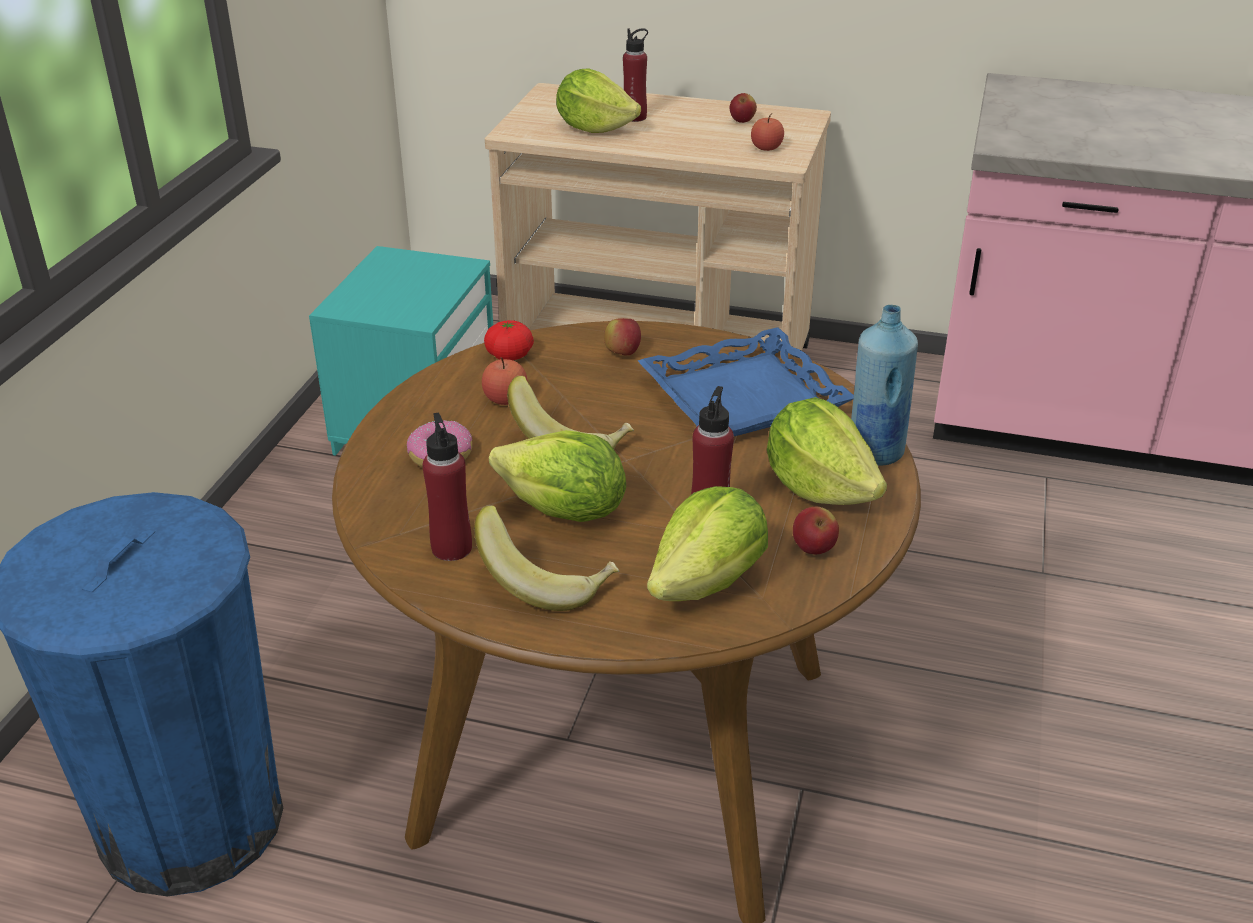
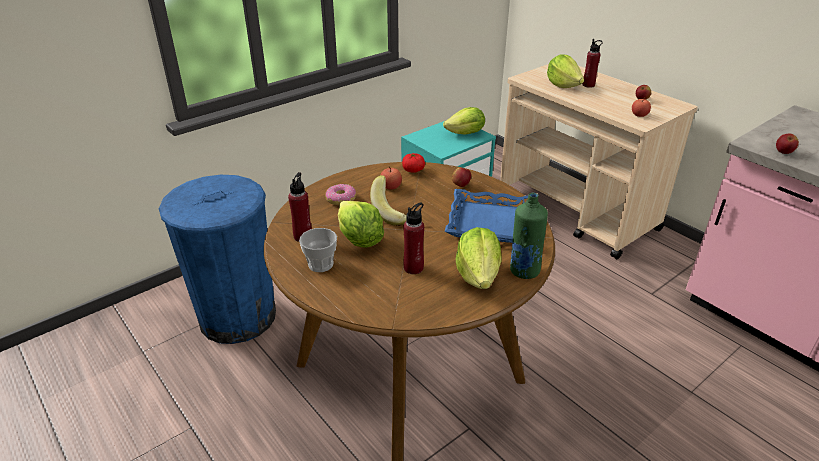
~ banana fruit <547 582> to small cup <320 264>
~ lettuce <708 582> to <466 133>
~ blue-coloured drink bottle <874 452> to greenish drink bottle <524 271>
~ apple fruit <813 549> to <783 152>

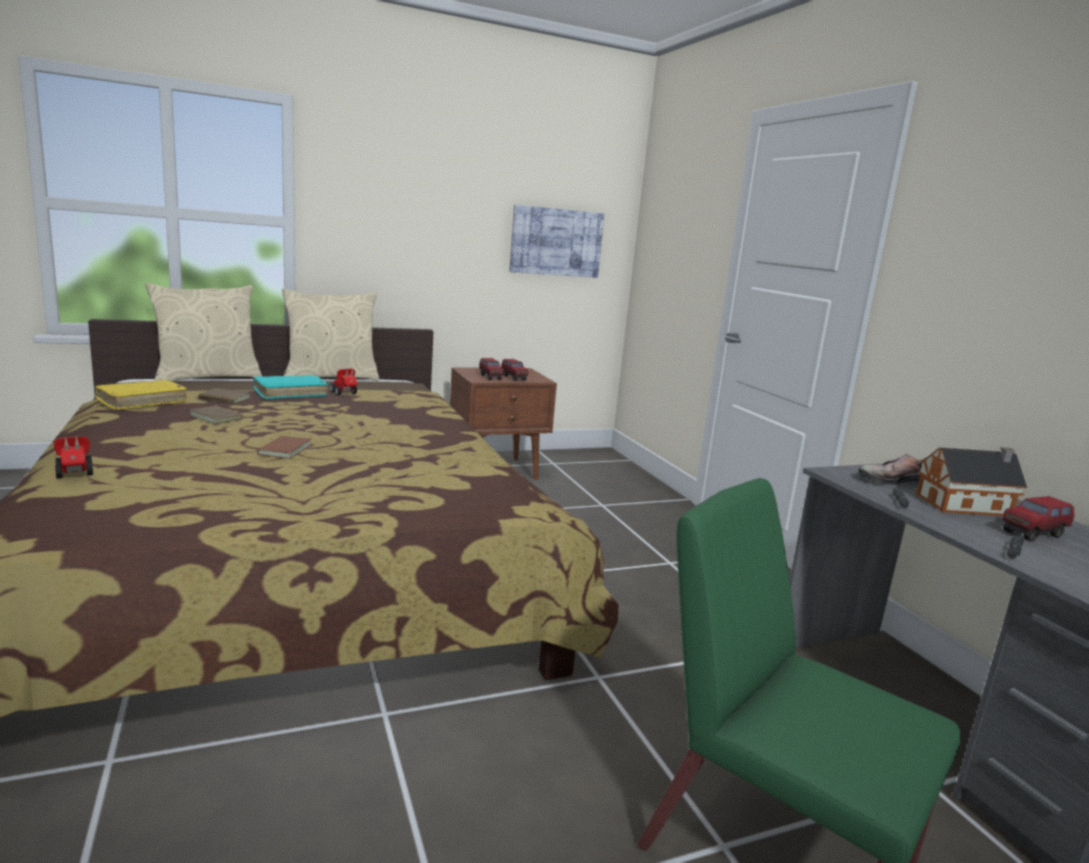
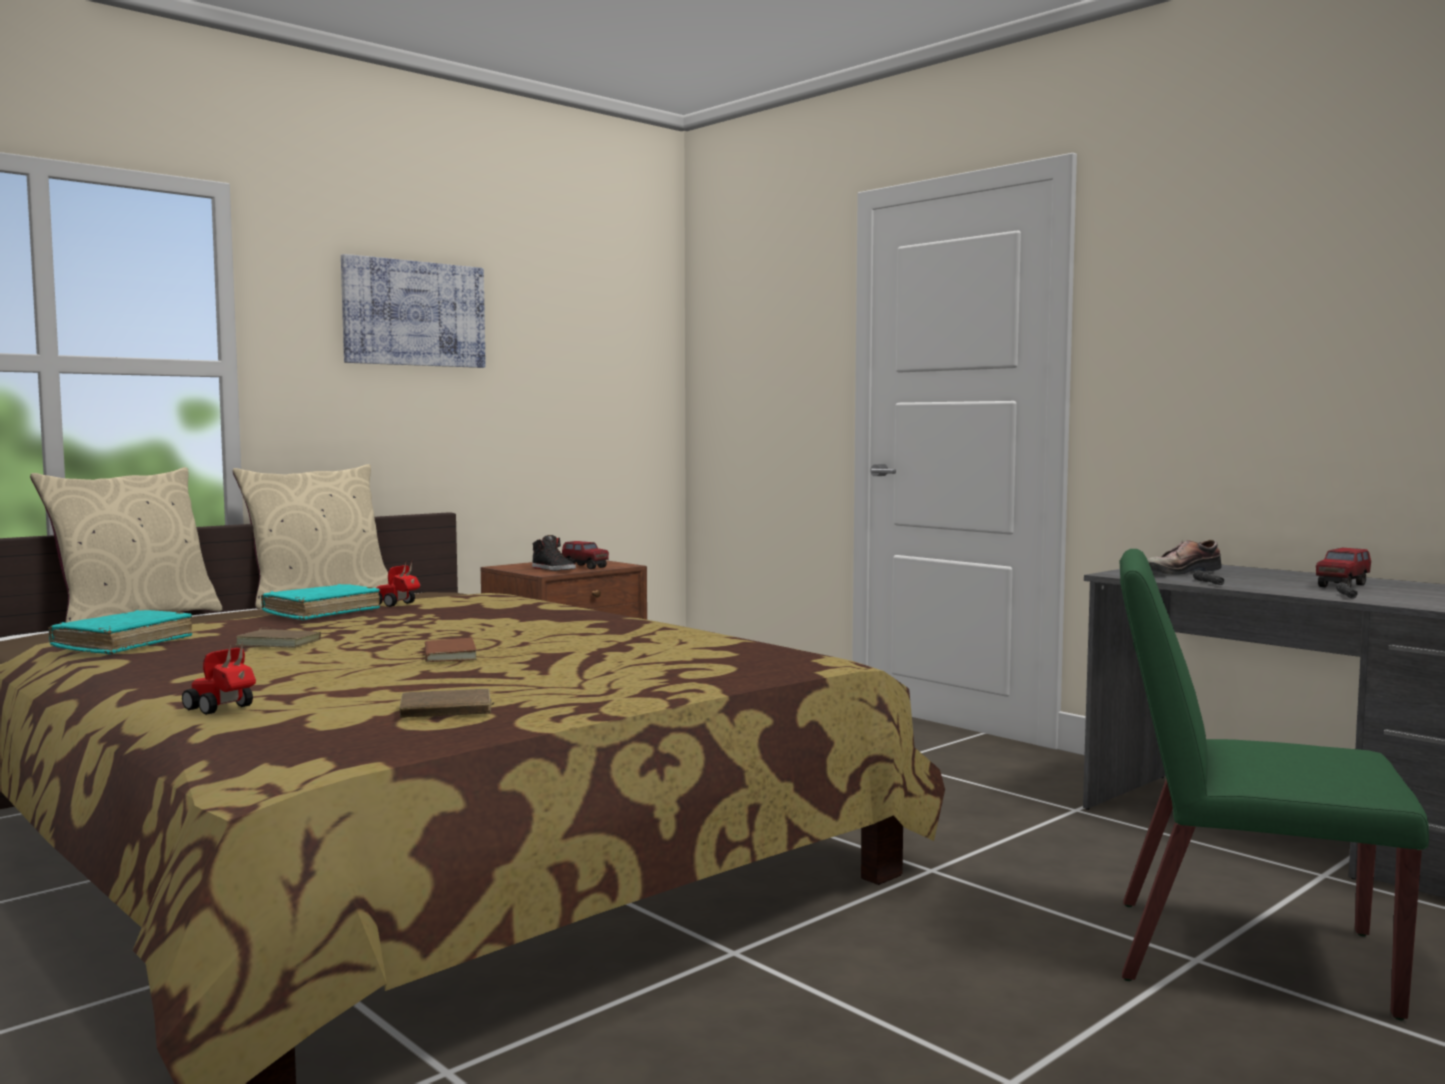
~ yellow volume <142 402> to blue-green volume <123 644>
~ wall art <556 242> to <414 313>
~ brown-coloured volume <223 399> to <446 711>
~ toy truck <490 377> to black-coloured low shoe <554 569>
- model house <966 505>

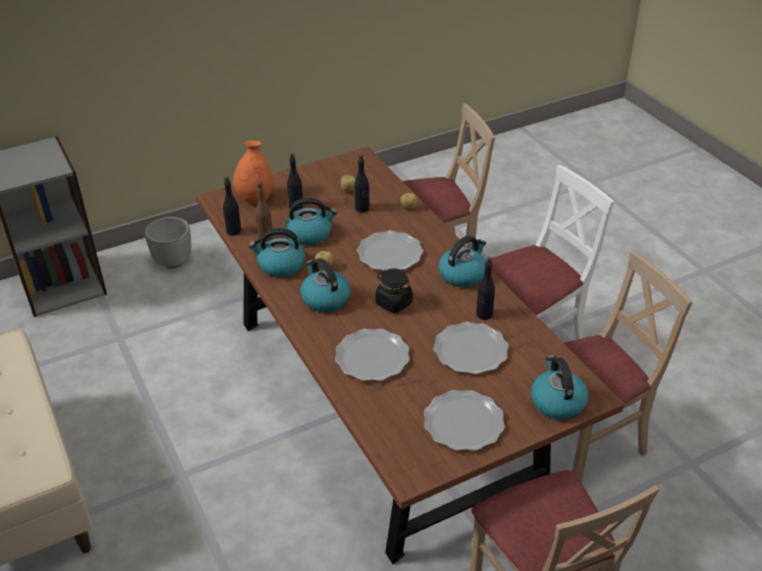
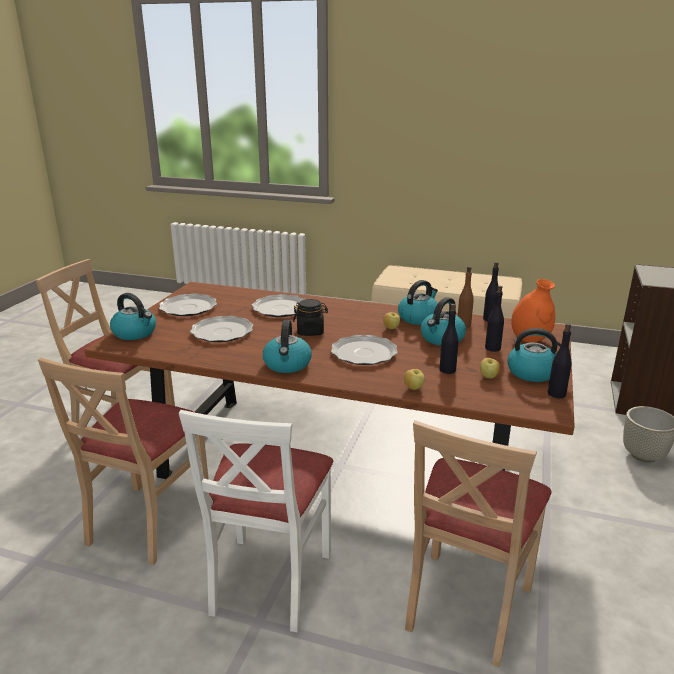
~ water kettle <325 298> to <533 372>
~ black-coloured drink bottle <484 314> to <556 394>

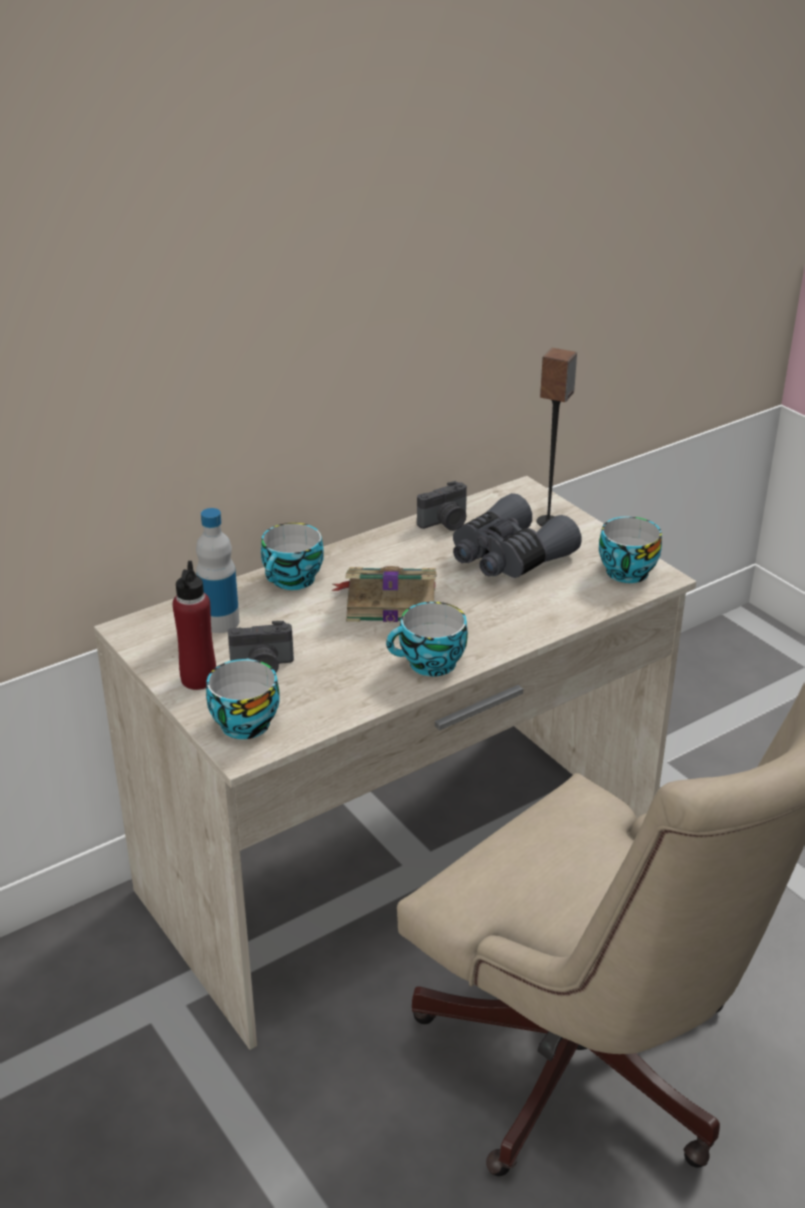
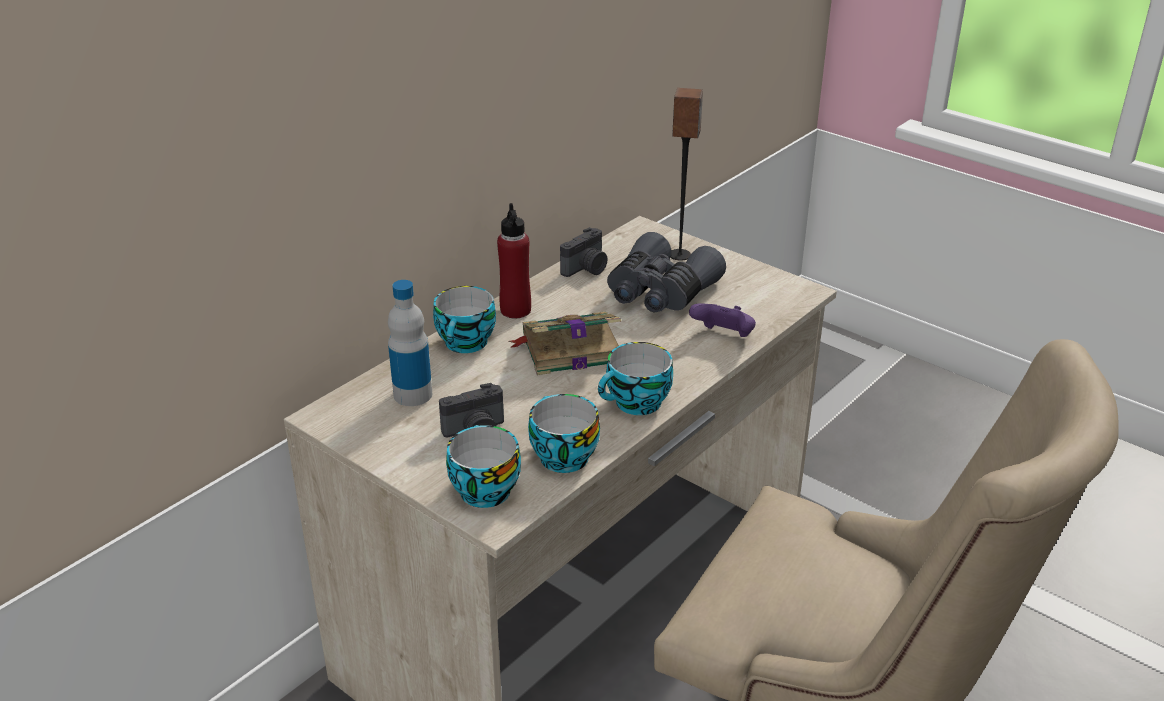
~ red-coloured drink bottle <198 679> to <515 310>
~ small cup <624 570> to <560 456>
+ purple gamepad <723 337>

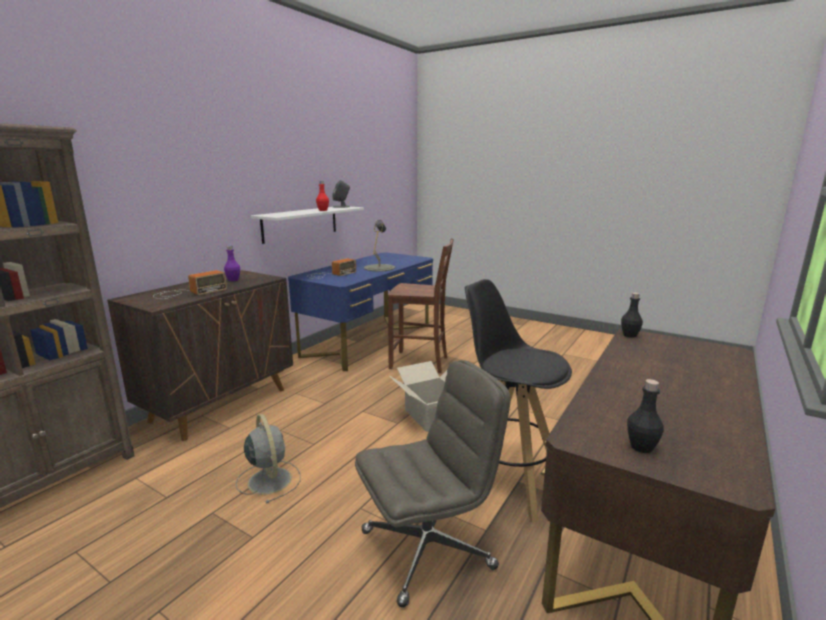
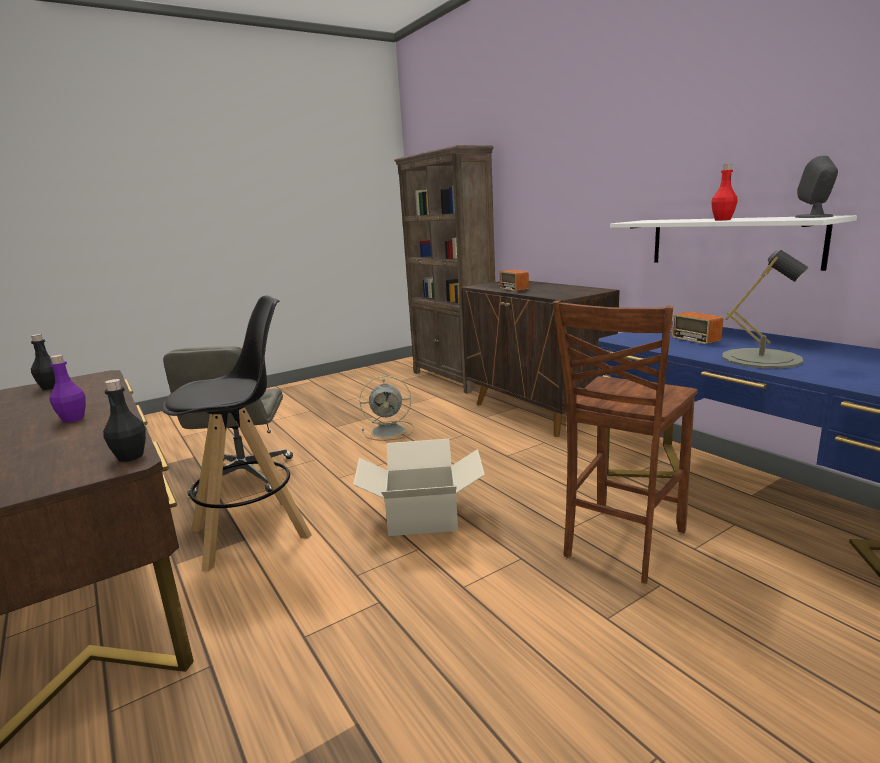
~ purple drink bottle <233 280> to <73 419>

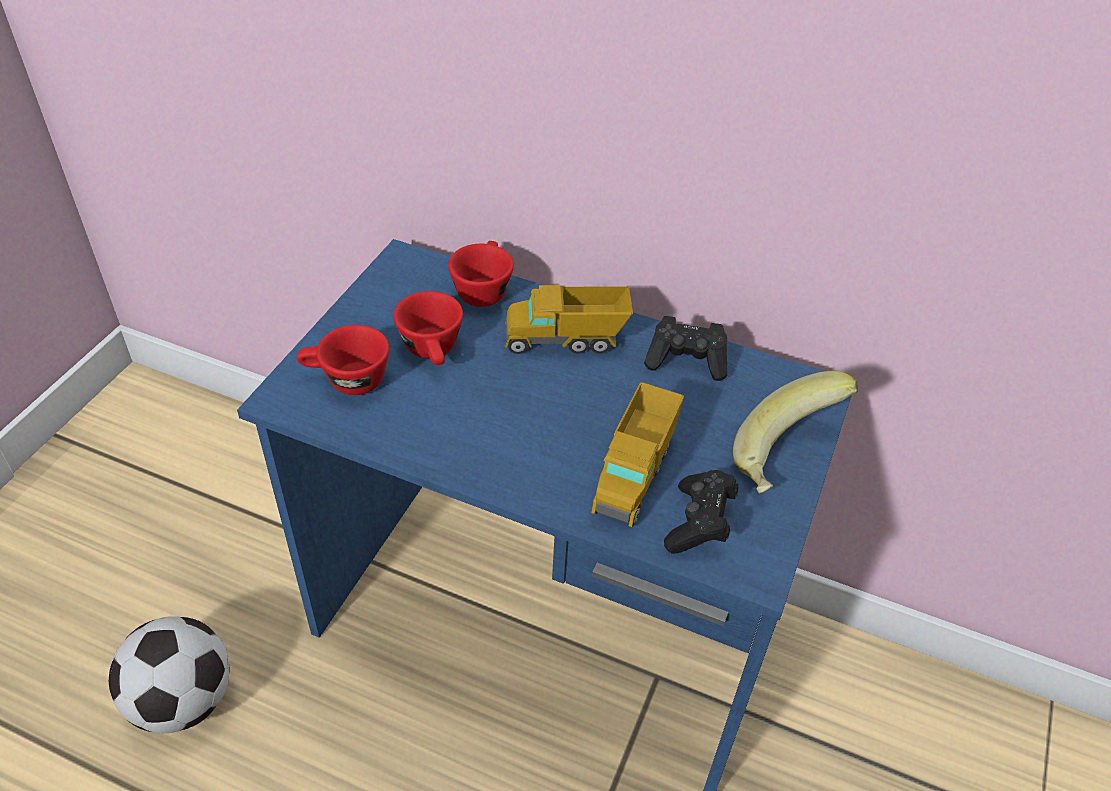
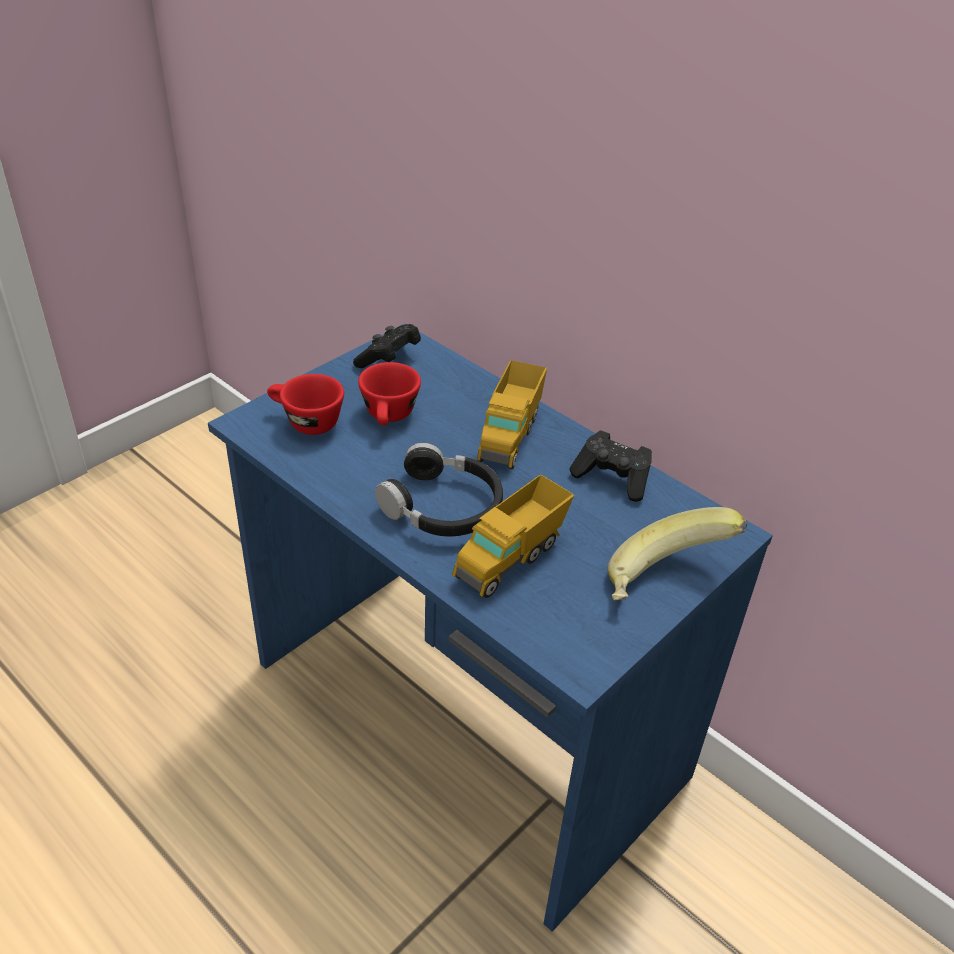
~ black-coloured gamepad <699 523> to <389 359>
+ black-coloured pair of headphones <443 507>
~ toy truck <565 341> = <509 435> 90 degrees counterclockwise
- football <183 700>
- red-coloured small cup <482 288>

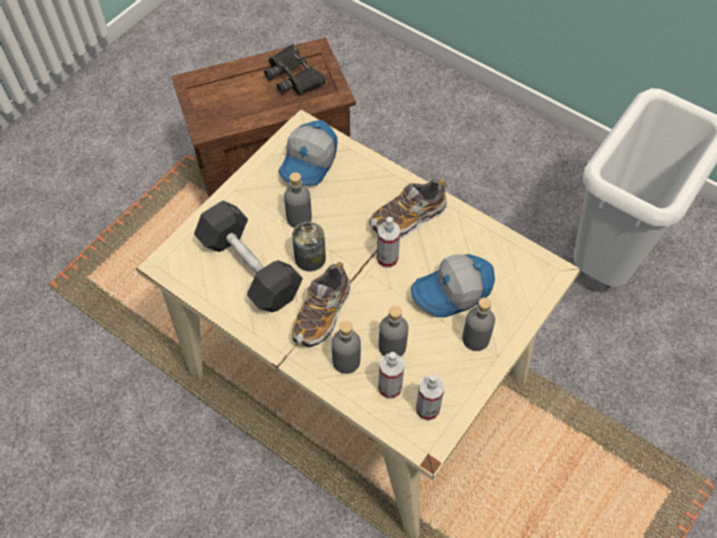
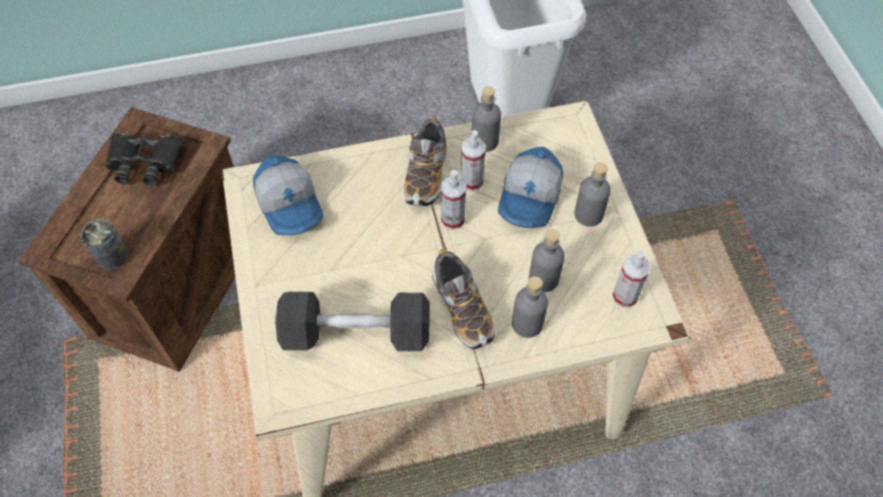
~ sealed can <310 258> to <112 255>
~ hand sprayer <390 388> to <471 181>
~ gray drink bottle <299 218> to <485 141>

